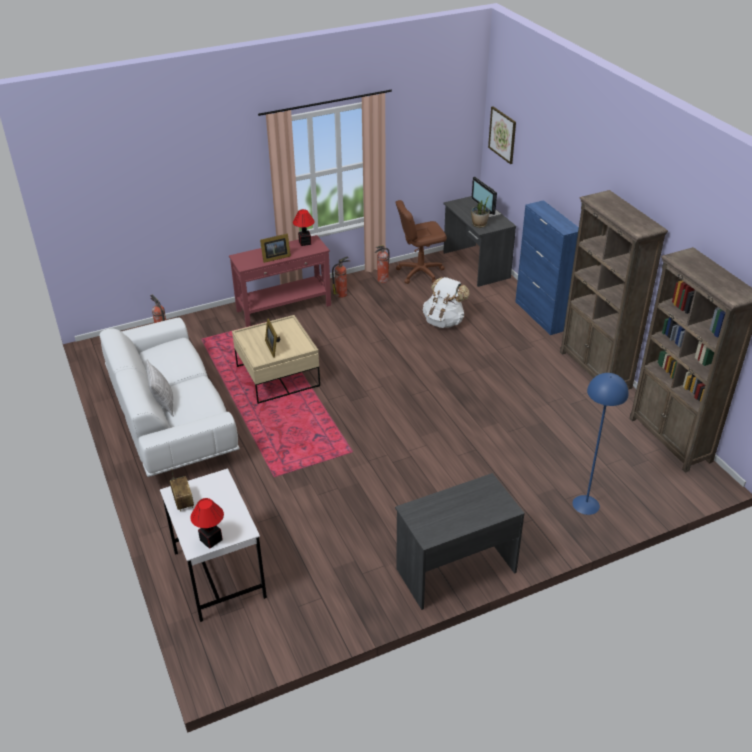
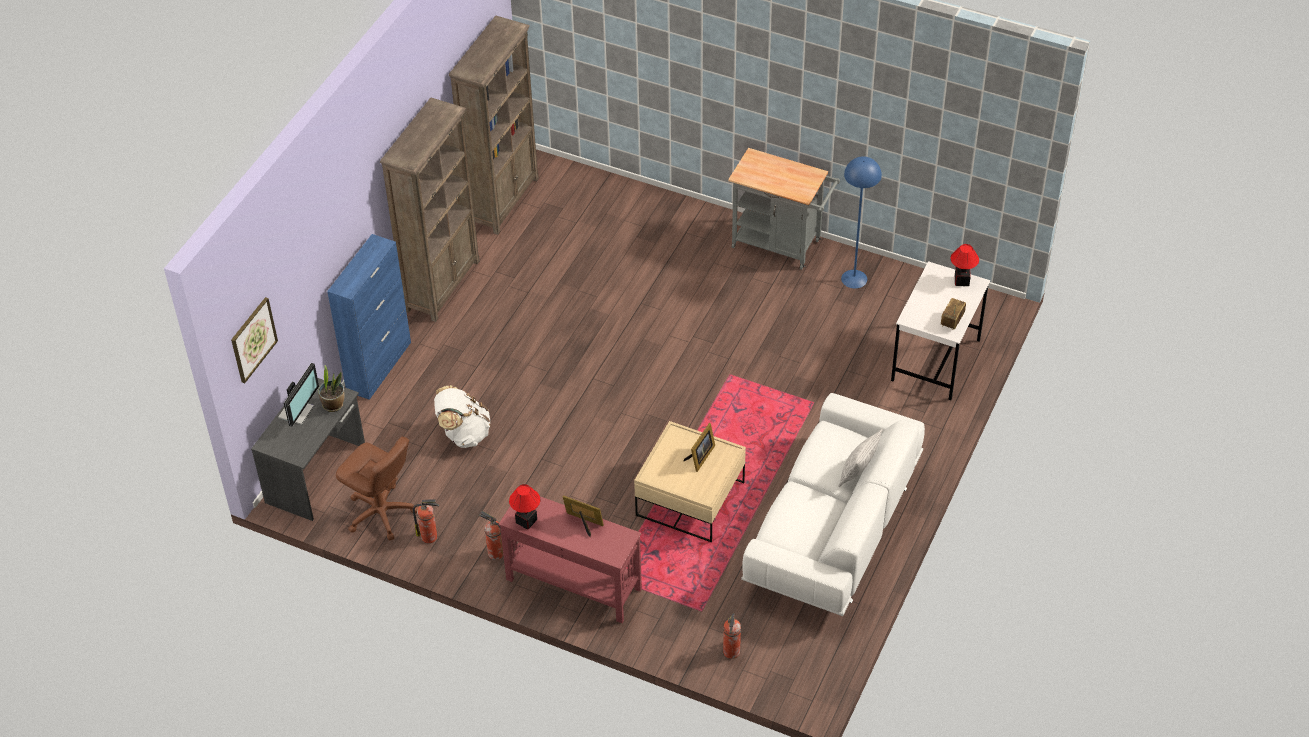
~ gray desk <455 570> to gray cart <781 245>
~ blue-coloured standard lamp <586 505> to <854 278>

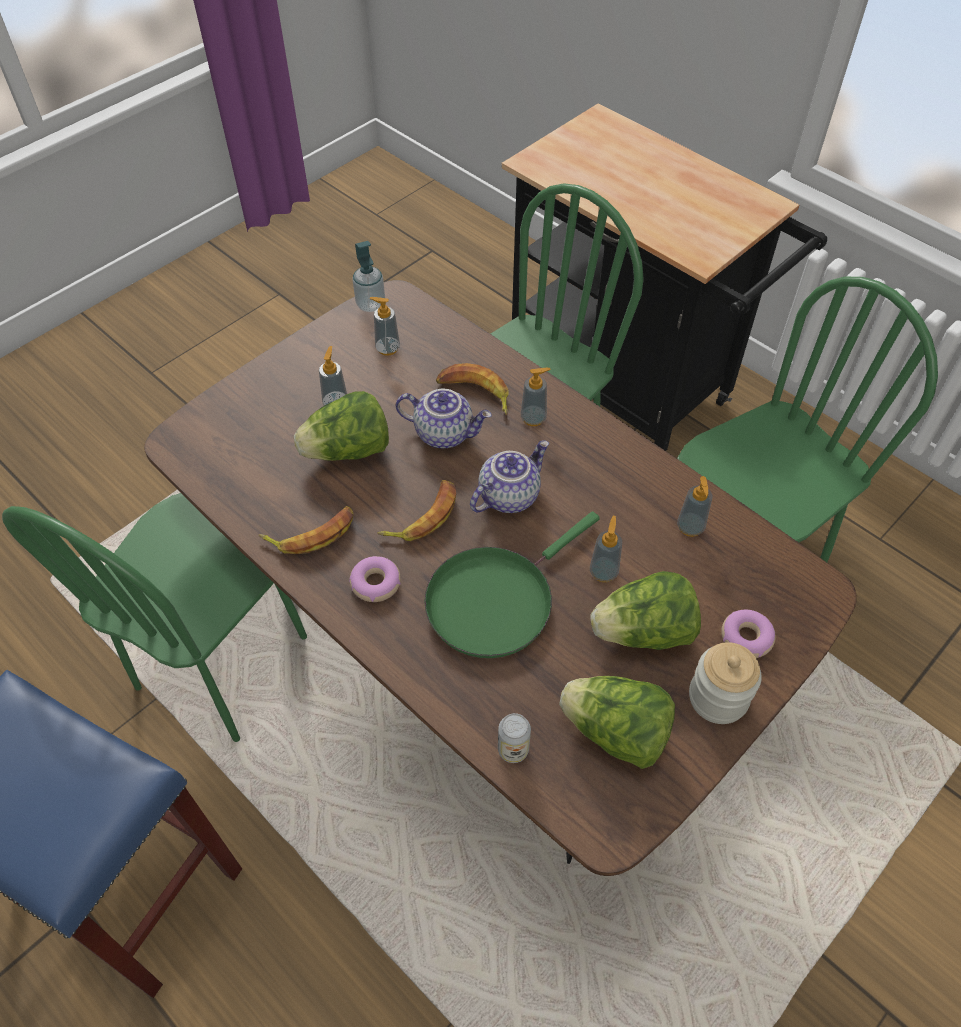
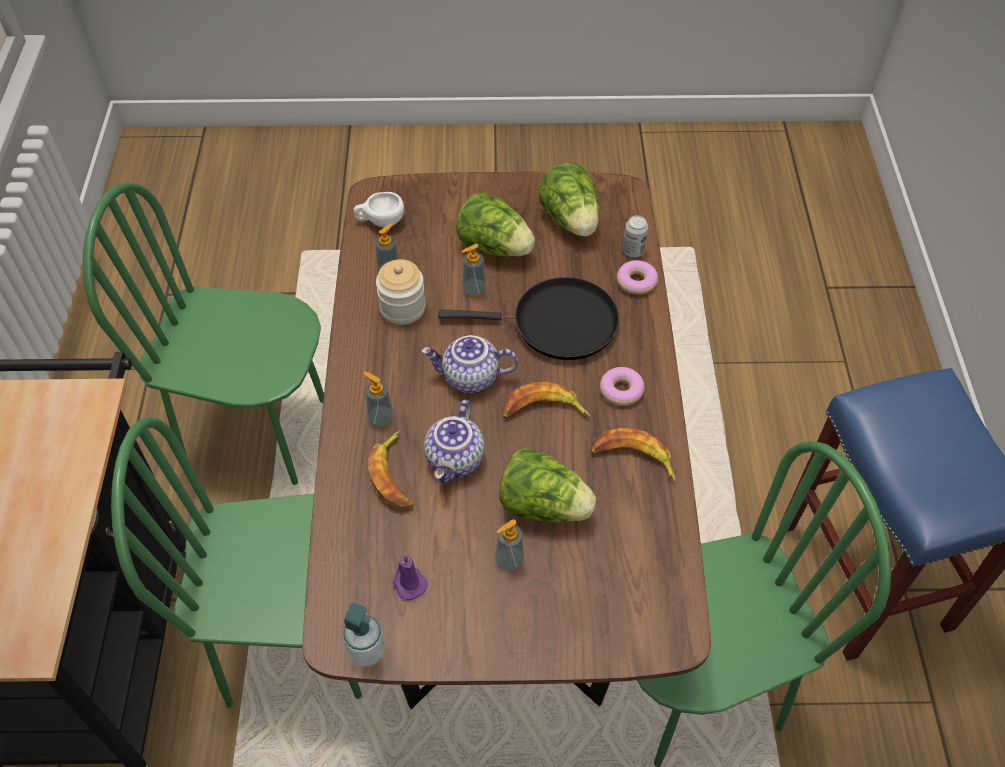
+ white small cup <380 221>
~ preserve jar <718 697> to <402 308>
~ soap bottle <387 348> to purple wax light <408 583>
~ teapot <445 433> = <456 460> 135 degrees counterclockwise
~ greenish skillet <495 600> to black-coloured skillet <557 324>
~ doughnut <746 638> to <636 282>

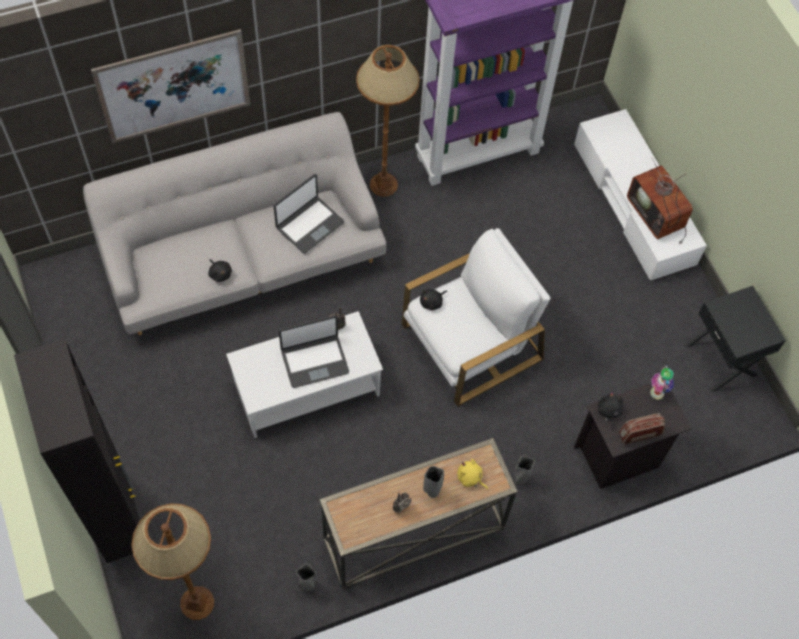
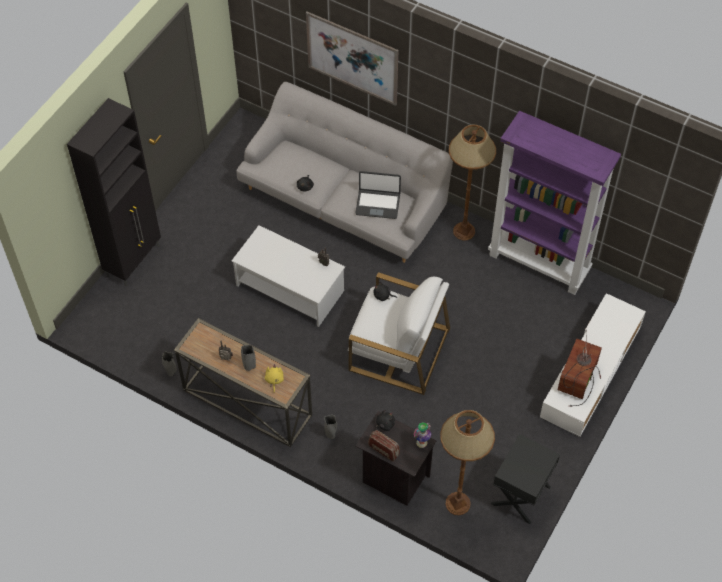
~ brown-coloured standard lamp <197 603> to <458 503>
- portable computer <314 361>

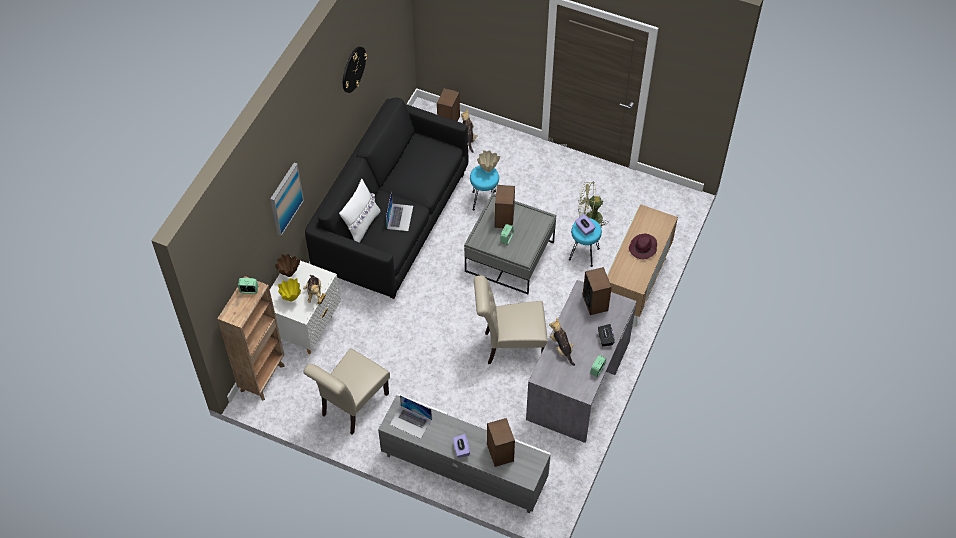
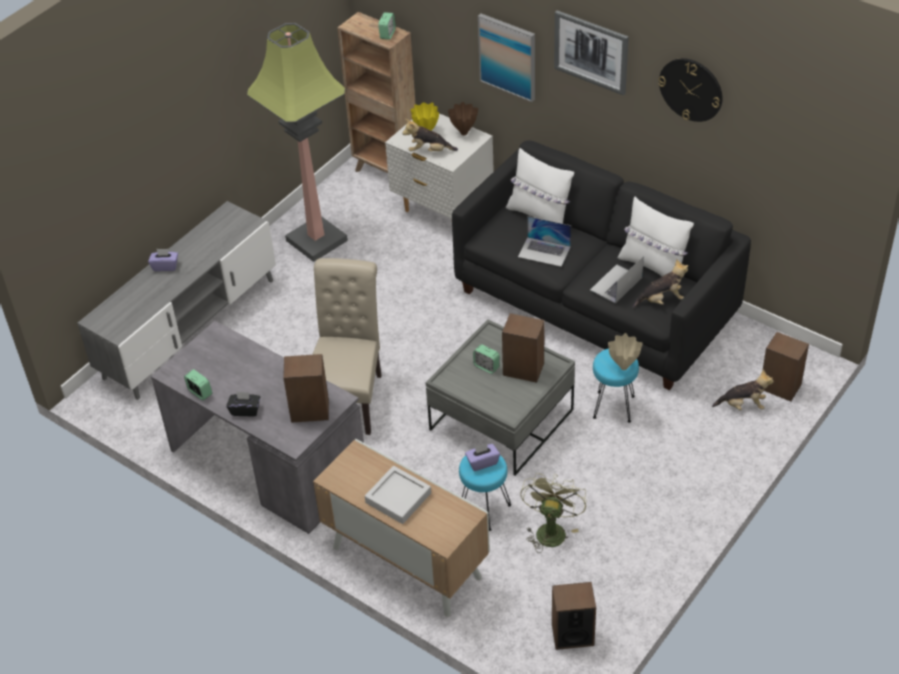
~ beige chair <352 407> to standard lamp <316 240>
~ purple clothing hat <643 248> to gray serving tray <398 498>
~ audio speaker <500 453> to <572 634>
+ wall art <591 52>
~ portable computer <411 422> to <616 284>
+ white throw pillow <653 266>
~ plush toy <562 348> to <661 300>

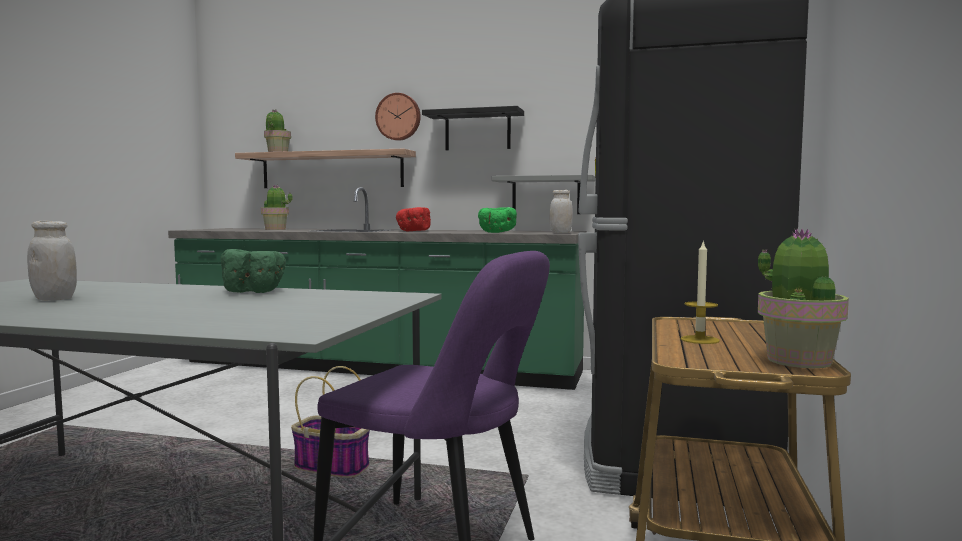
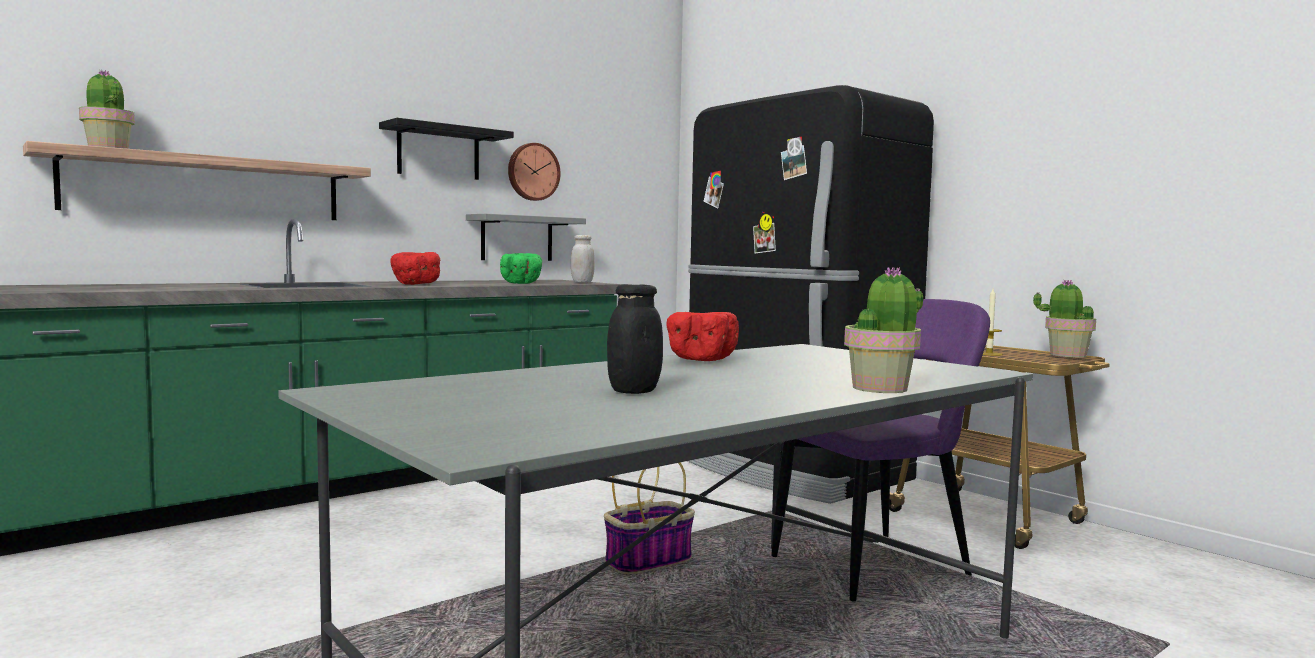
~ hanging clock <398 117> to <532 172>
~ white preserve jar <54 299> to black-coloured preserve jar <634 391>
~ greenish deep dish <253 292> to red-coloured deep dish <700 360>
~ plant in a pot <275 229> to <881 388>

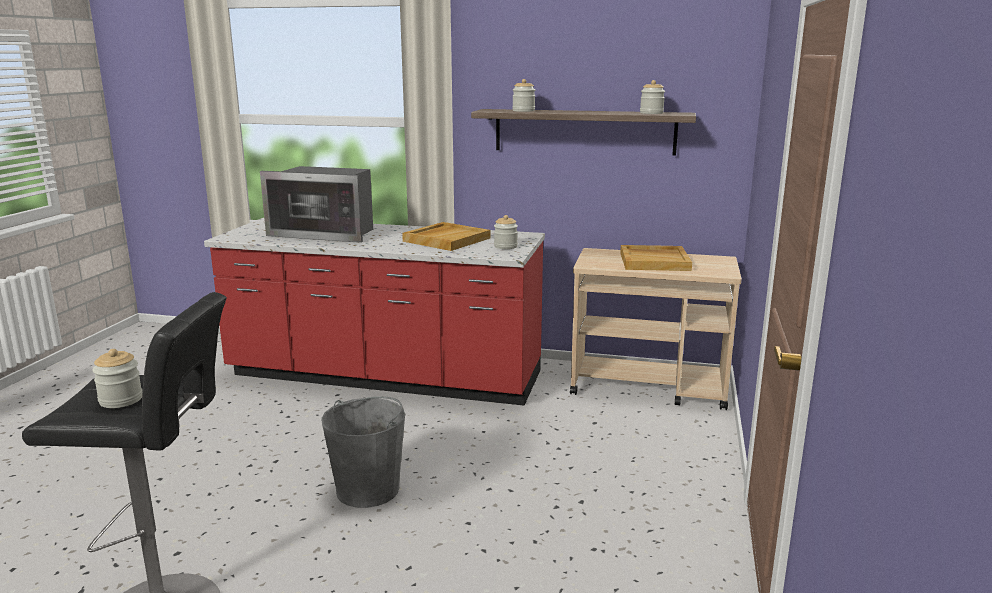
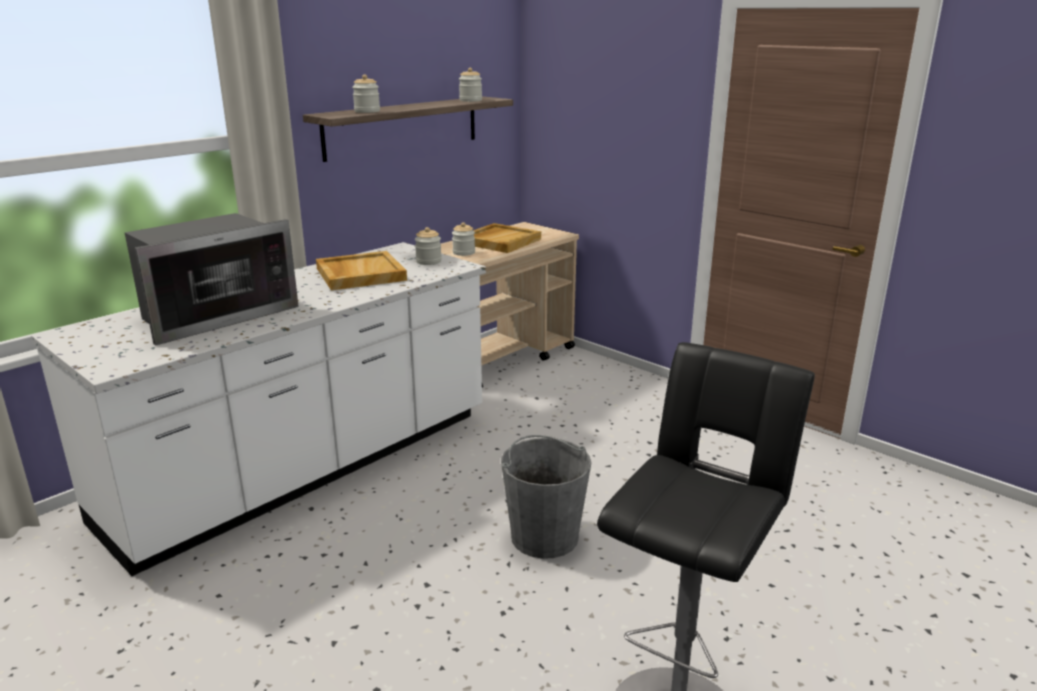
~ red-coloured counter <385 376> to white counter <306 467>
~ preserve jar <121 400> to <463 252>

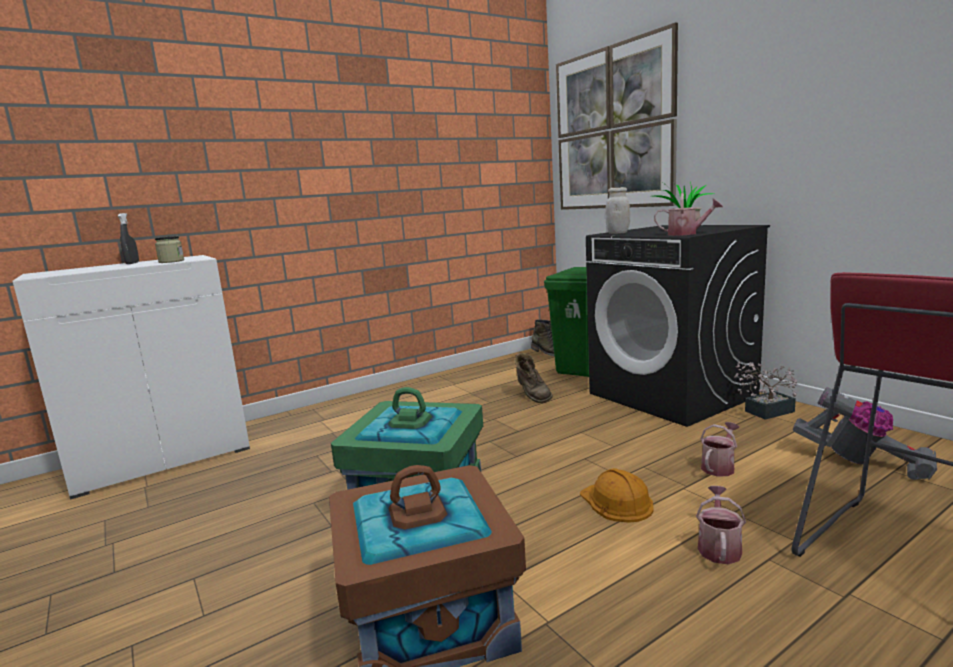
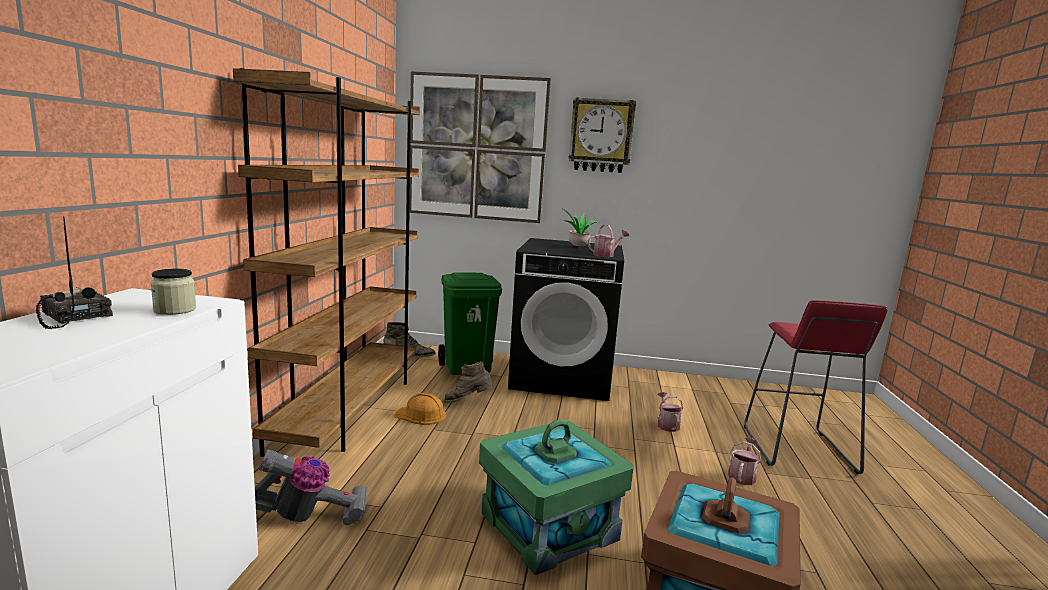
~ gray hand sprayer <132 263> to radio set <72 317>
+ brown-coloured bookcase <349 409>
~ vacuum cleaner <862 463> to <307 517>
~ orangey safety helmet <616 502> to <421 415>
~ brown-coloured tall boot <532 396> = <467 402> 150 degrees clockwise
+ hanging clock <601 136>
~ watering pot <719 547> = <742 475> 60 degrees clockwise
- white preserve jar <618 233>
- plant in a pot <764 412>

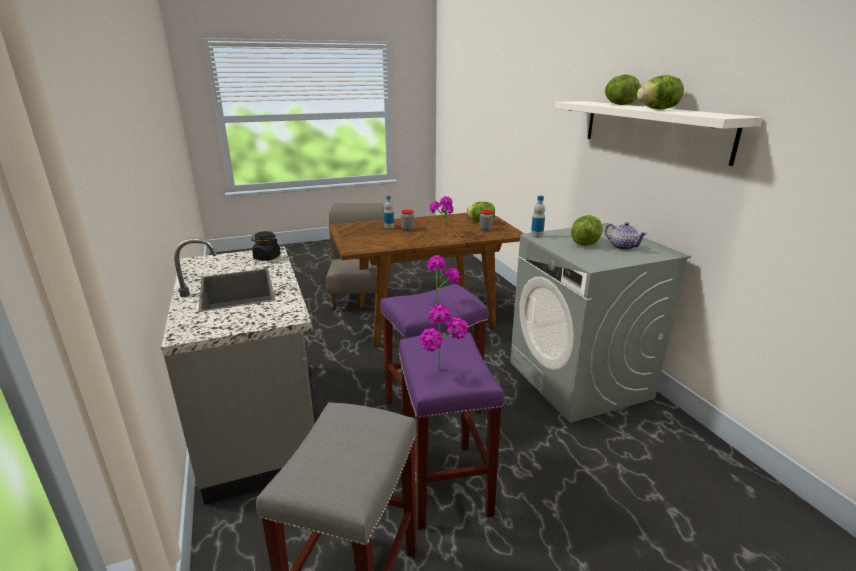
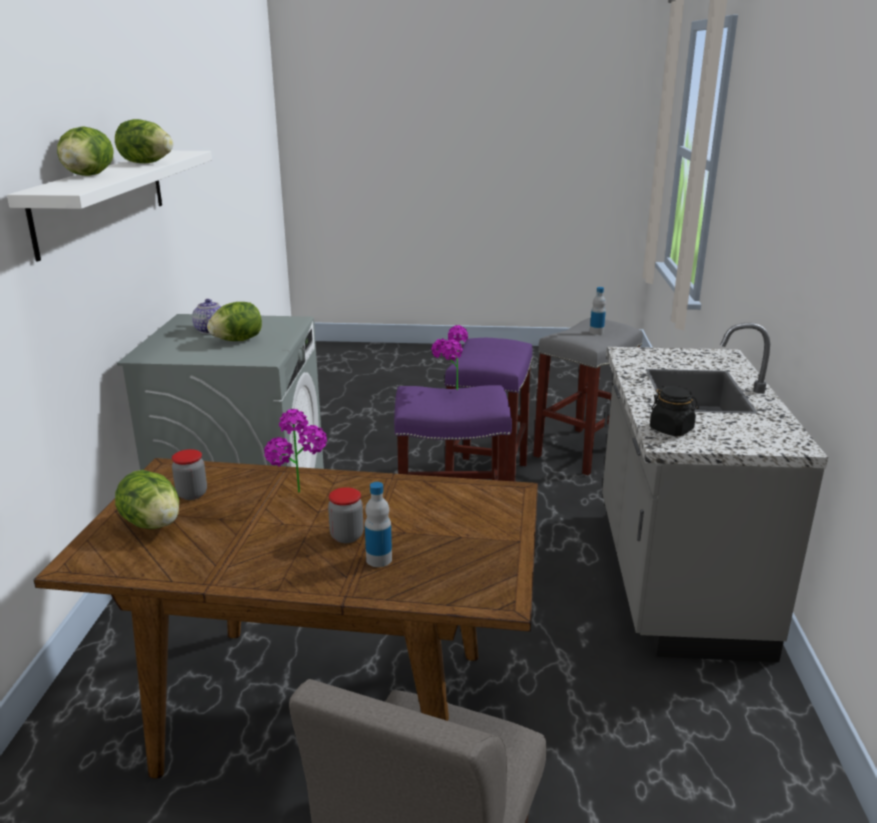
~ drink bottle <536 235> to <596 332>
- plant in a pot <443 373>

